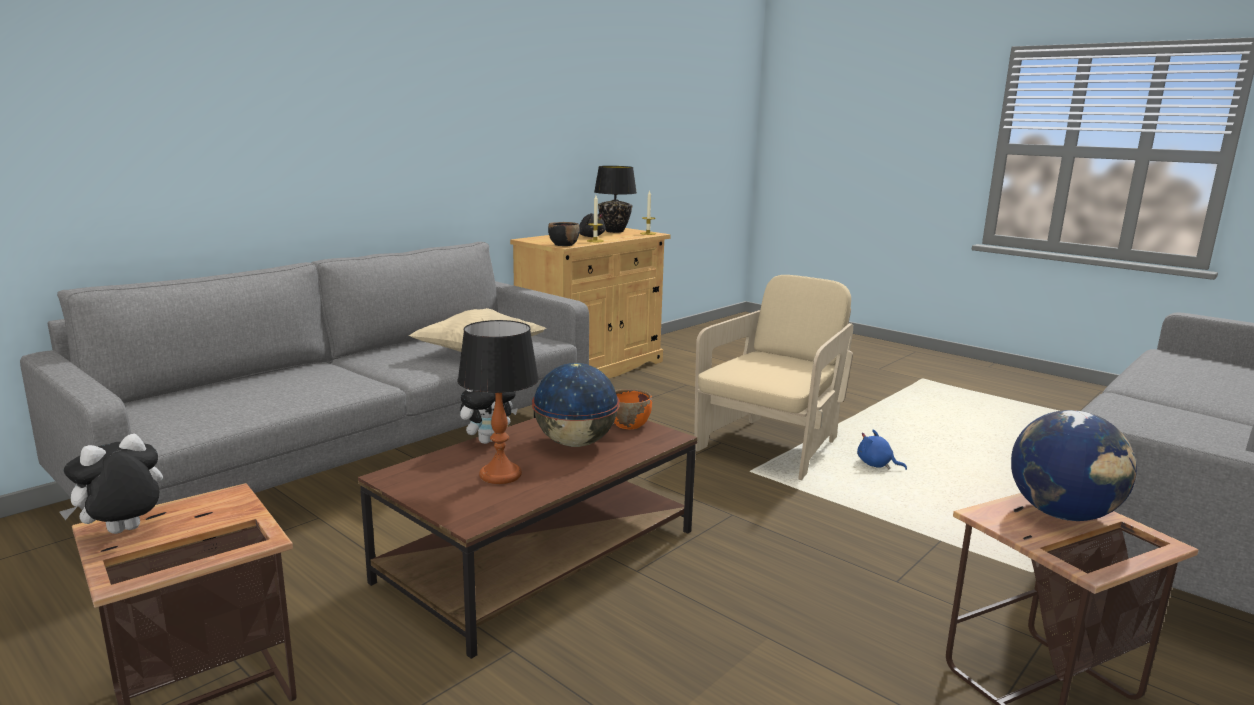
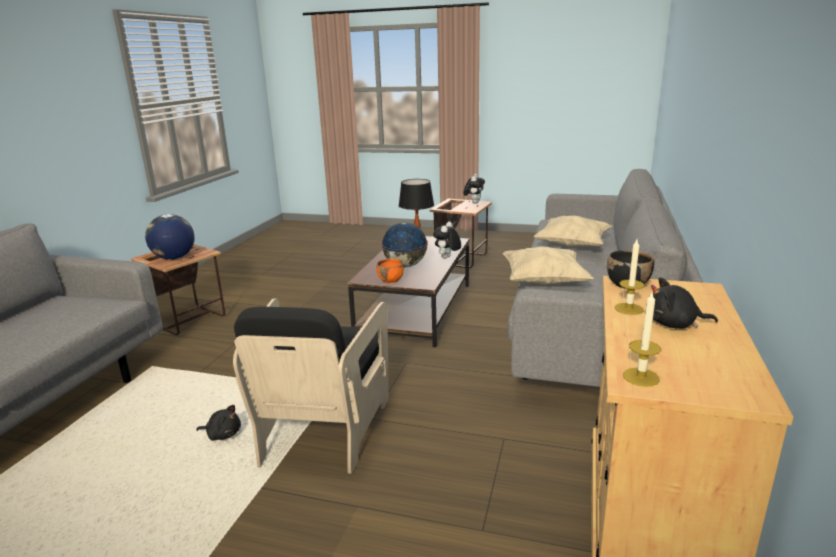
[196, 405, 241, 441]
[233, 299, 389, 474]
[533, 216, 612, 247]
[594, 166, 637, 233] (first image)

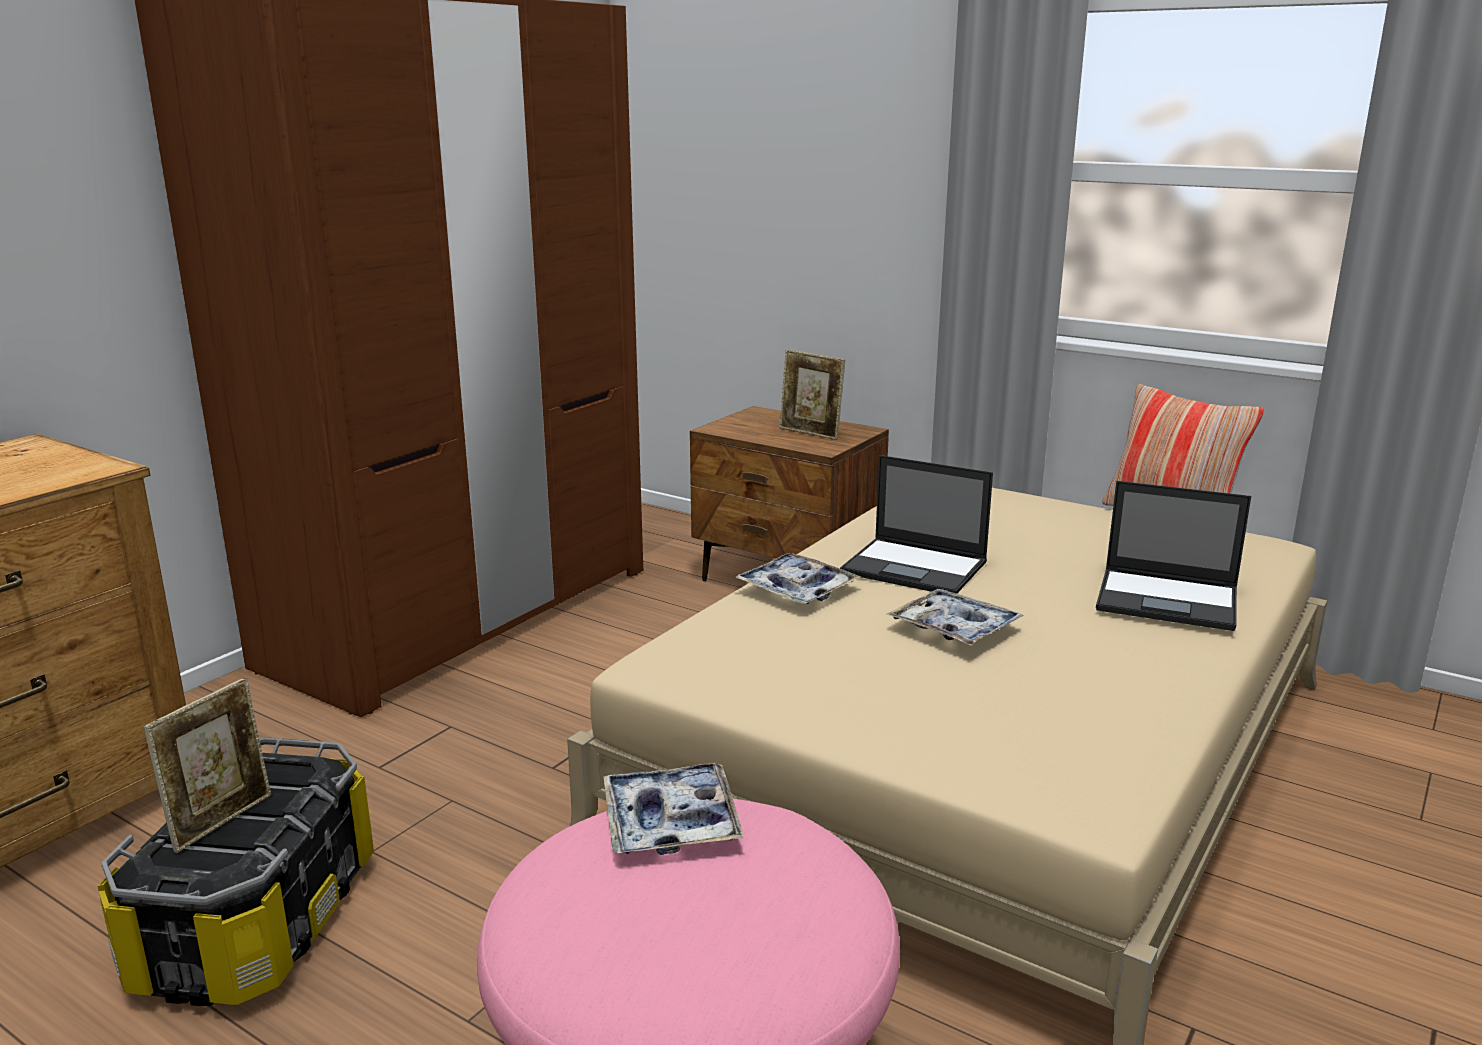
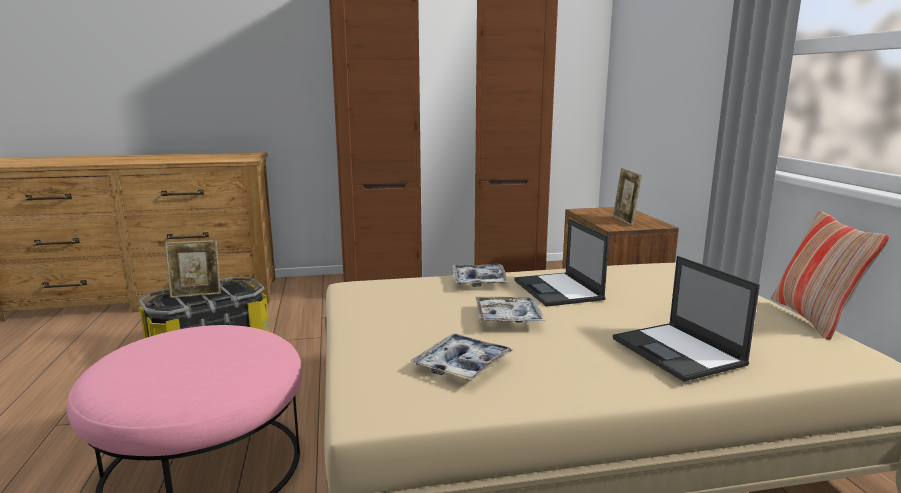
[410, 333, 513, 381]

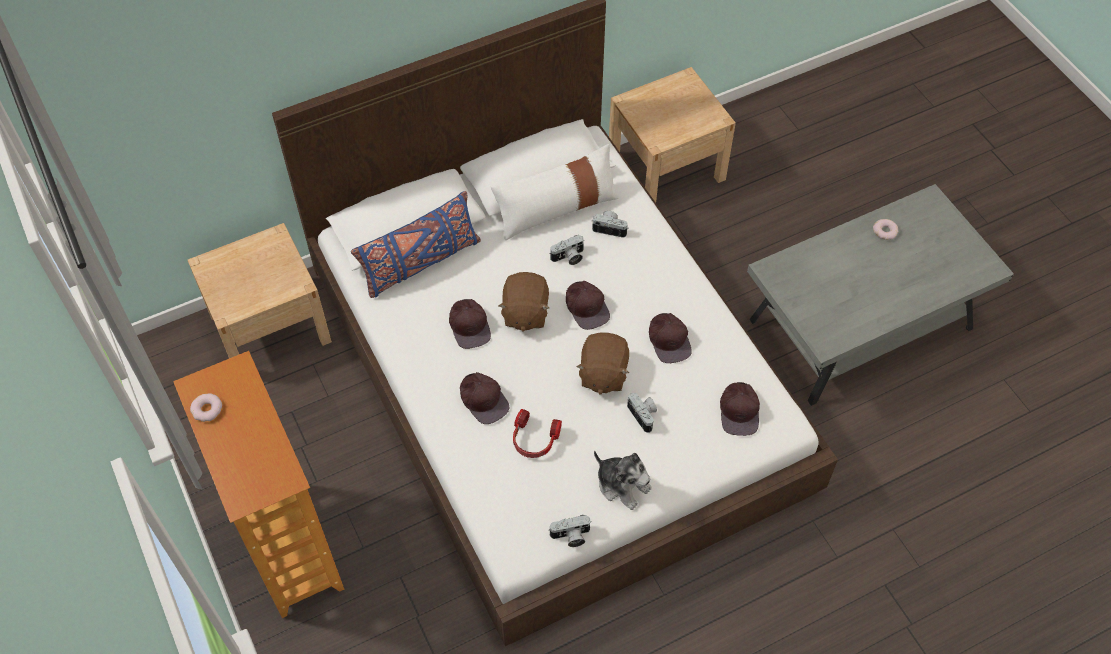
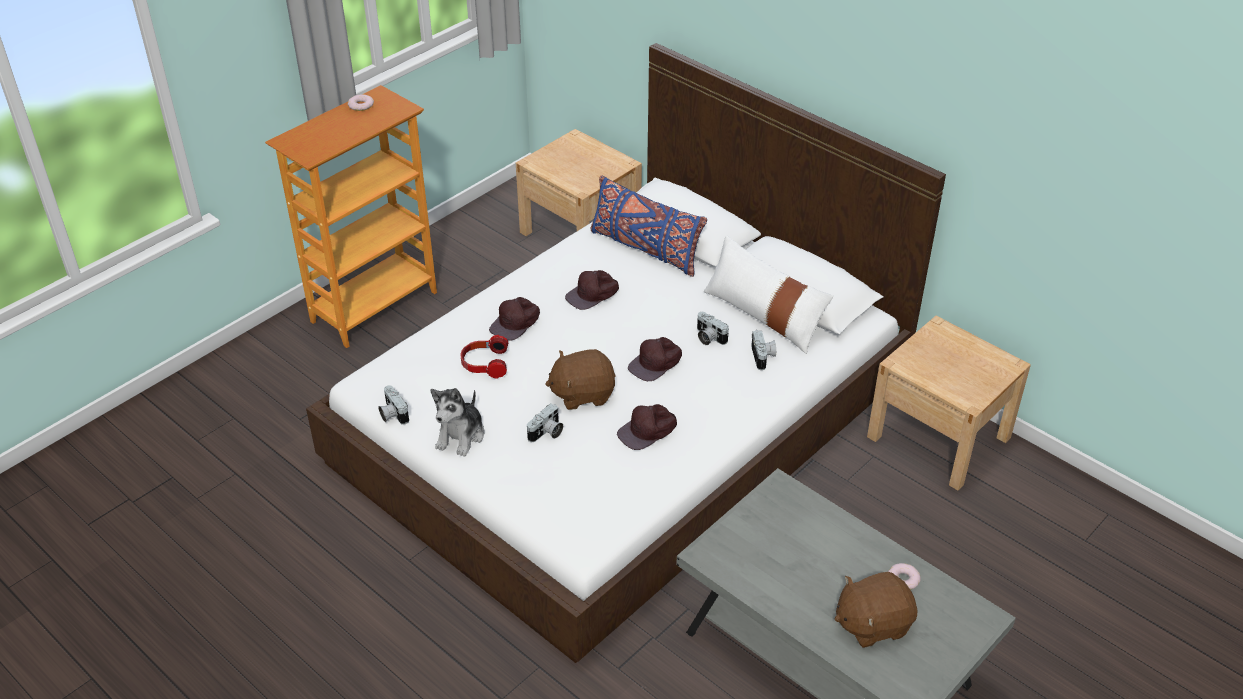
[835, 572, 917, 648]
[720, 382, 760, 436] (first image)

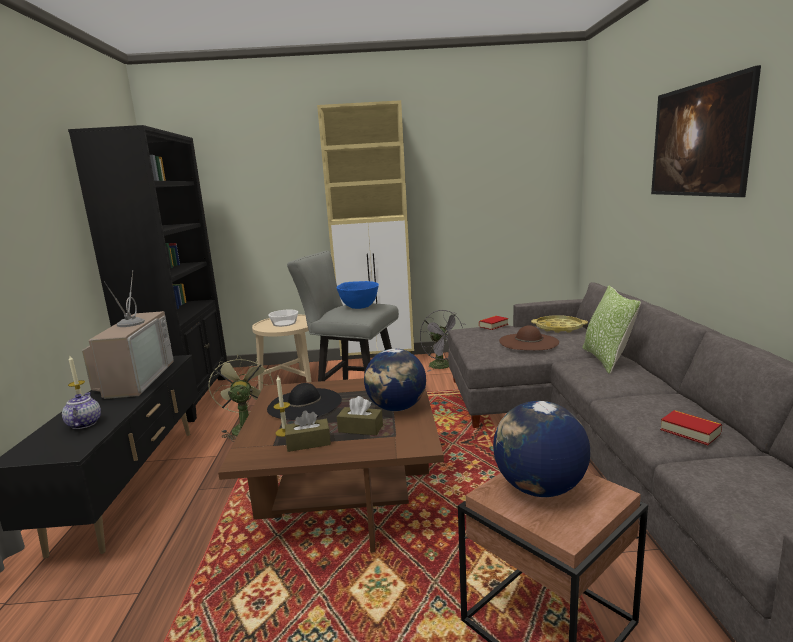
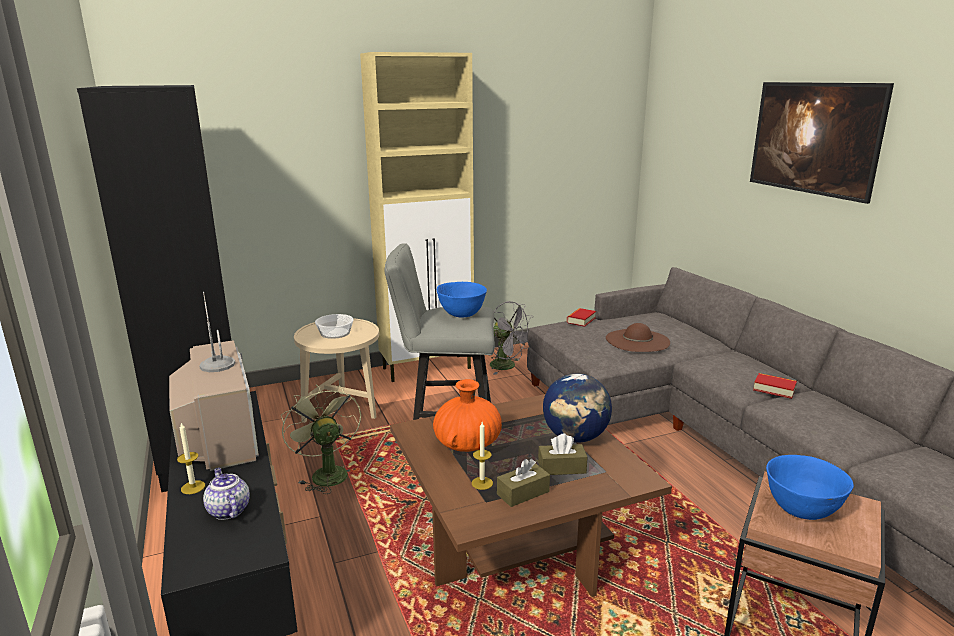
[433, 379, 502, 452]
[753, 373, 797, 399]
[766, 455, 854, 520]
[531, 315, 588, 333] (first image)
[582, 285, 641, 374] (first image)

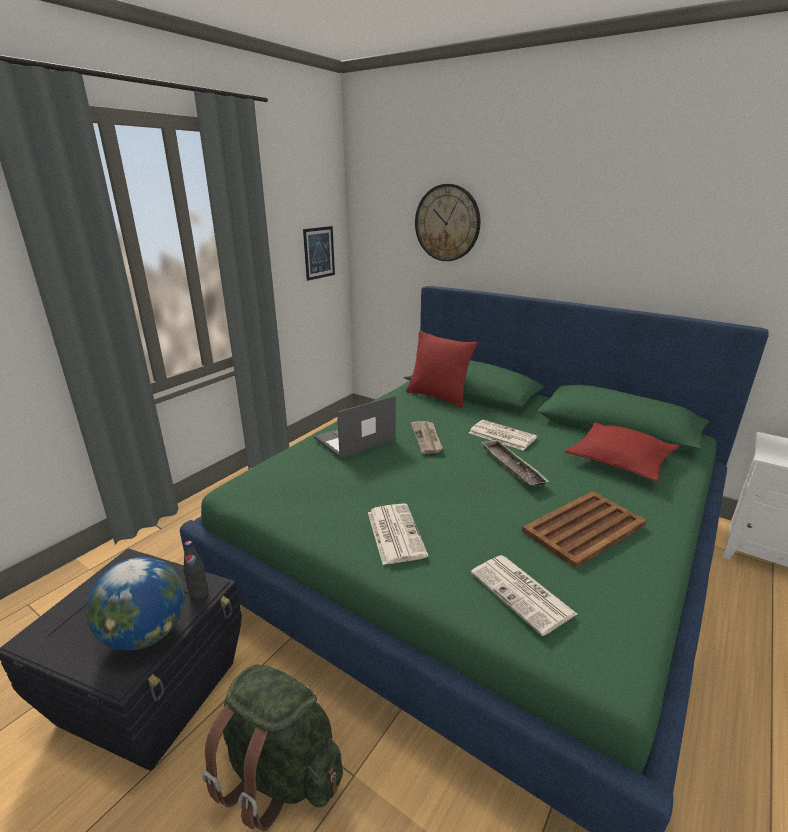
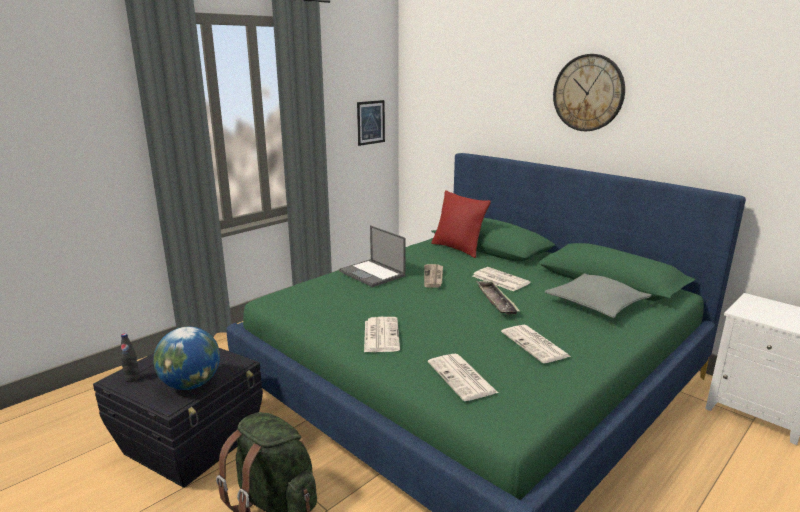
[120, 333, 140, 382]
[339, 225, 406, 287]
[501, 325, 571, 363]
[545, 273, 652, 318]
[553, 54, 625, 131]

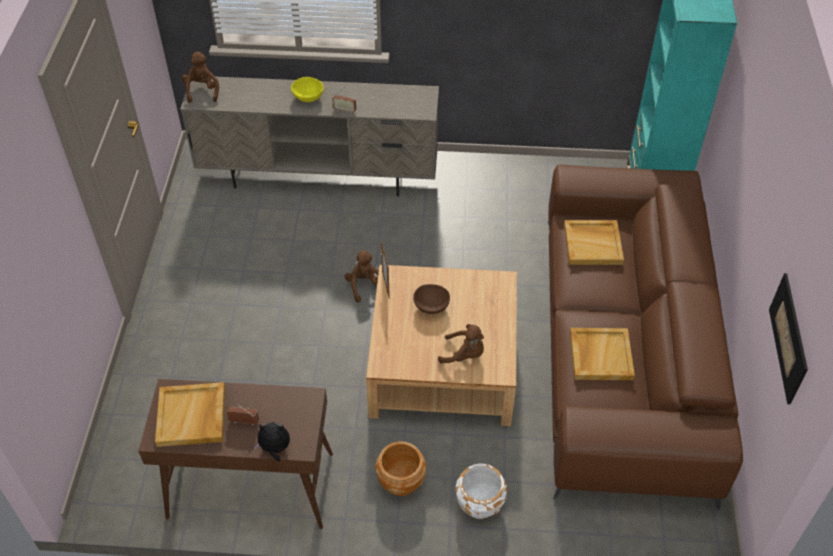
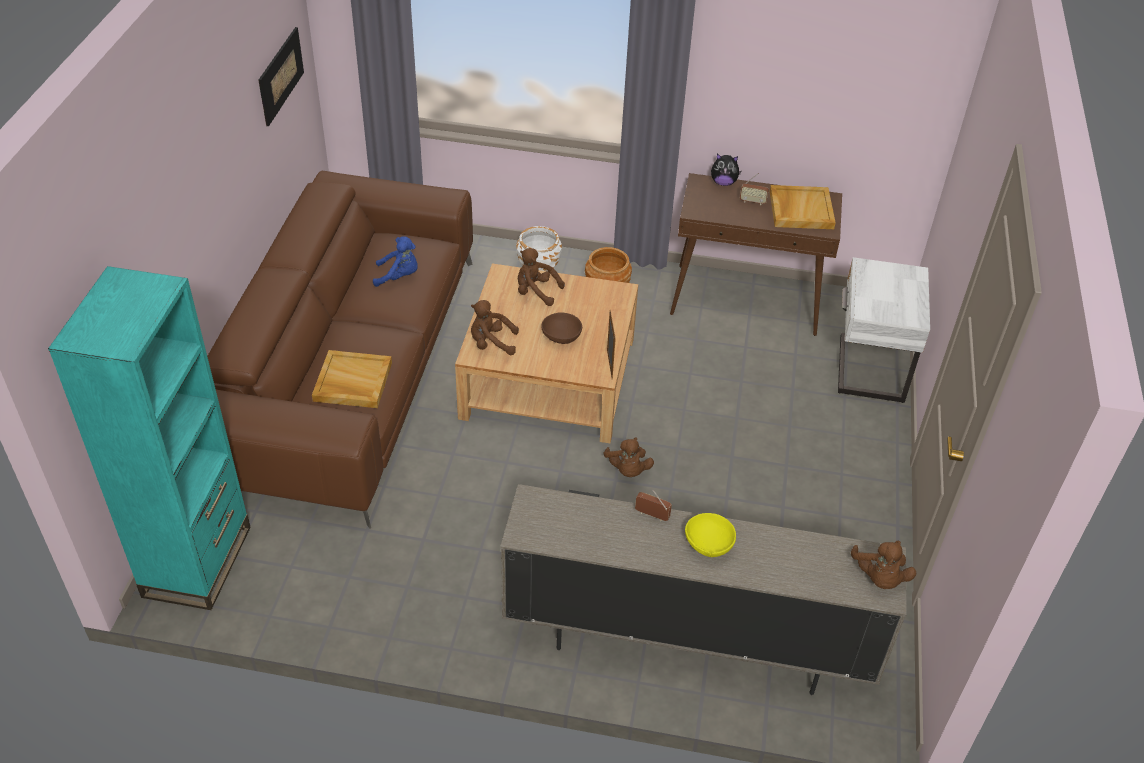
[373, 236, 418, 287]
[471, 300, 519, 355]
[838, 257, 930, 403]

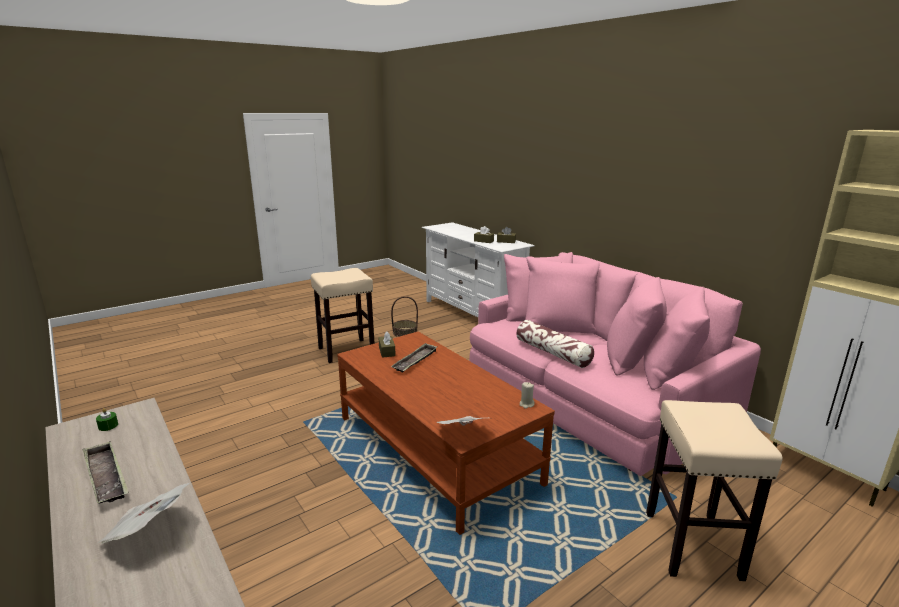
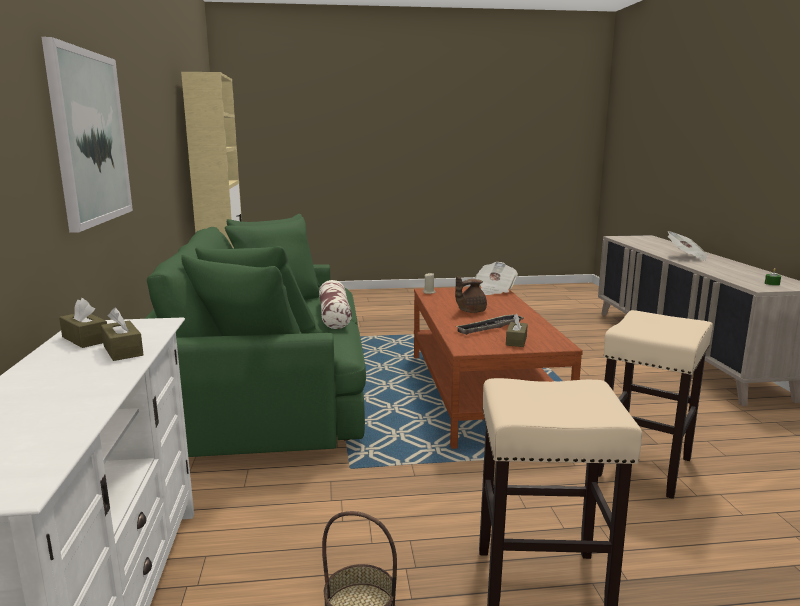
[42, 37, 133, 233]
[144, 214, 366, 457]
[455, 276, 487, 313]
[598, 310, 713, 499]
[83, 441, 129, 503] (first image)

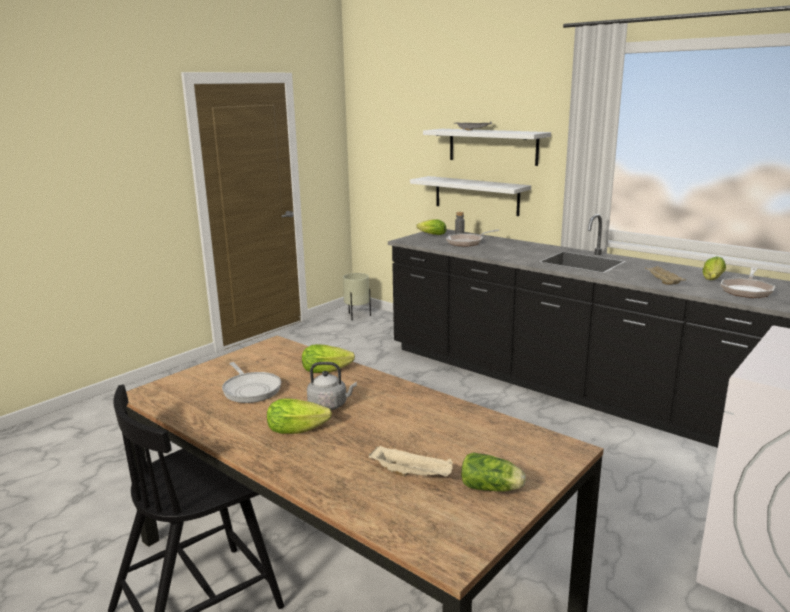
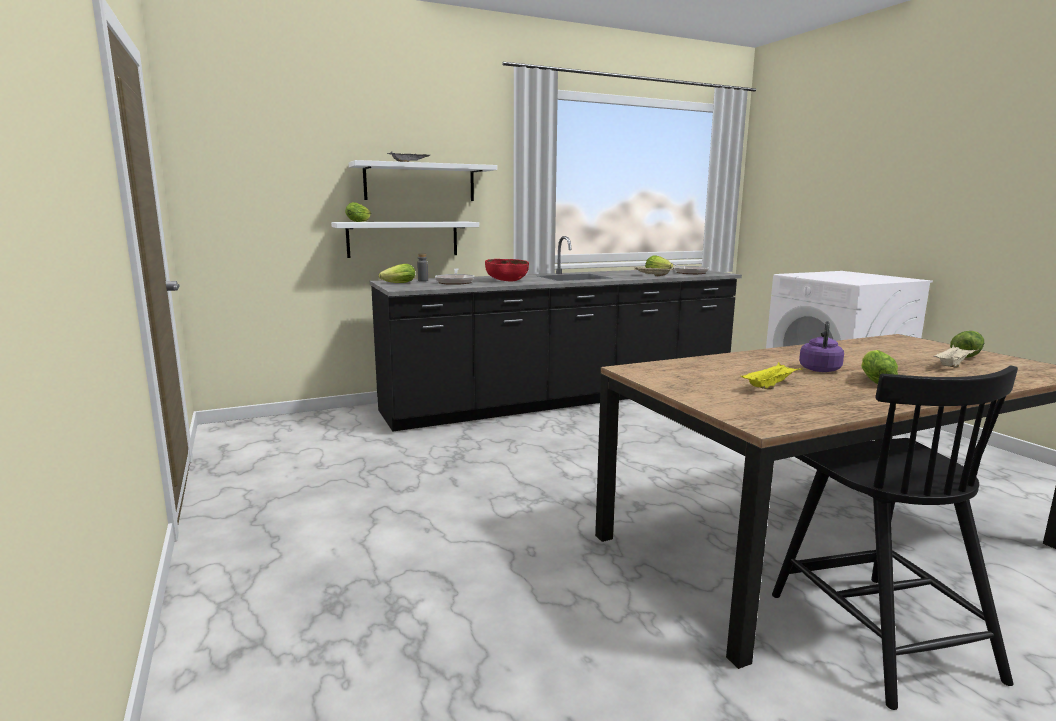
[345, 202, 371, 222]
[485, 259, 529, 281]
[741, 362, 800, 389]
[799, 321, 844, 372]
[343, 273, 371, 320] (first image)

